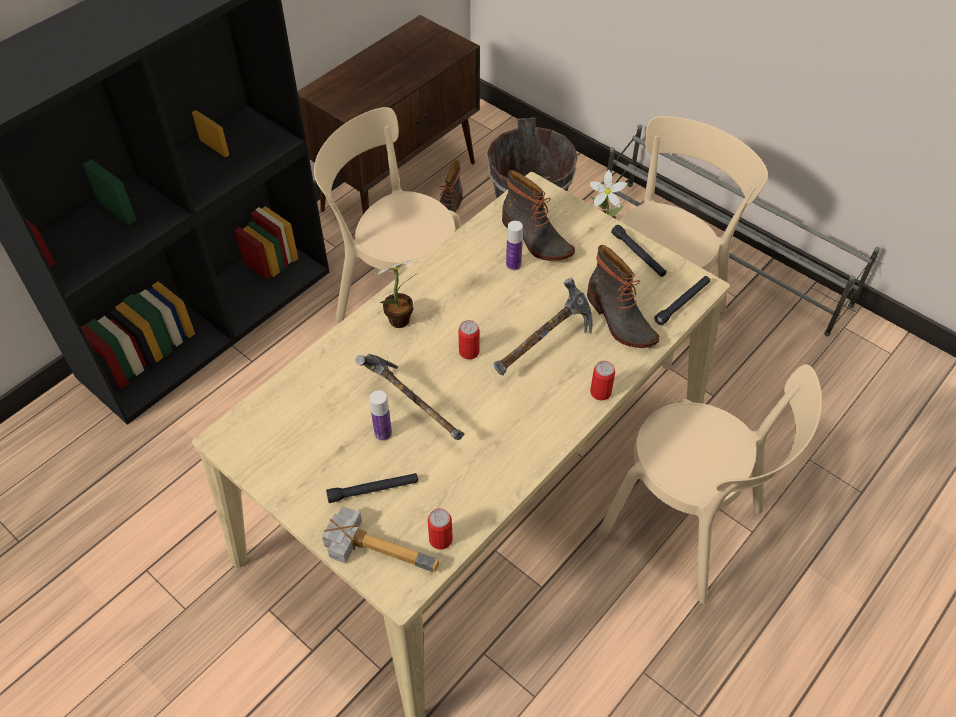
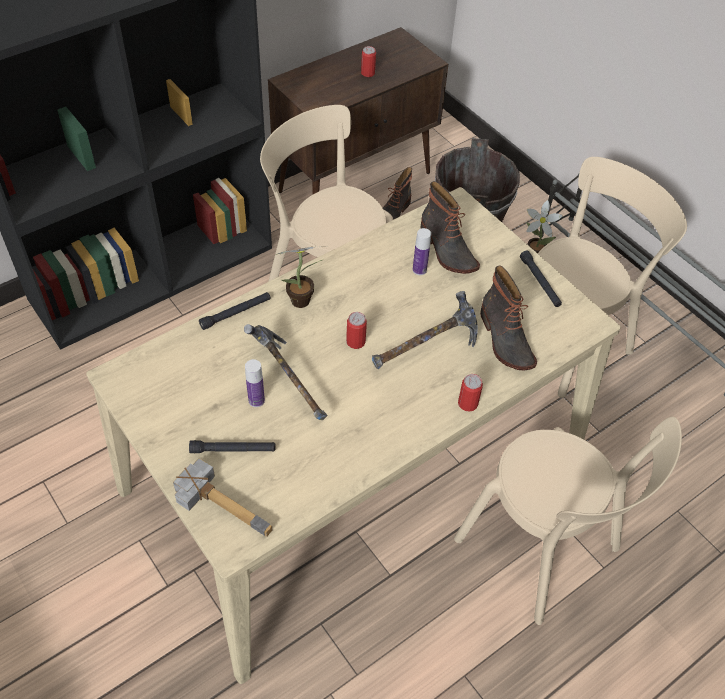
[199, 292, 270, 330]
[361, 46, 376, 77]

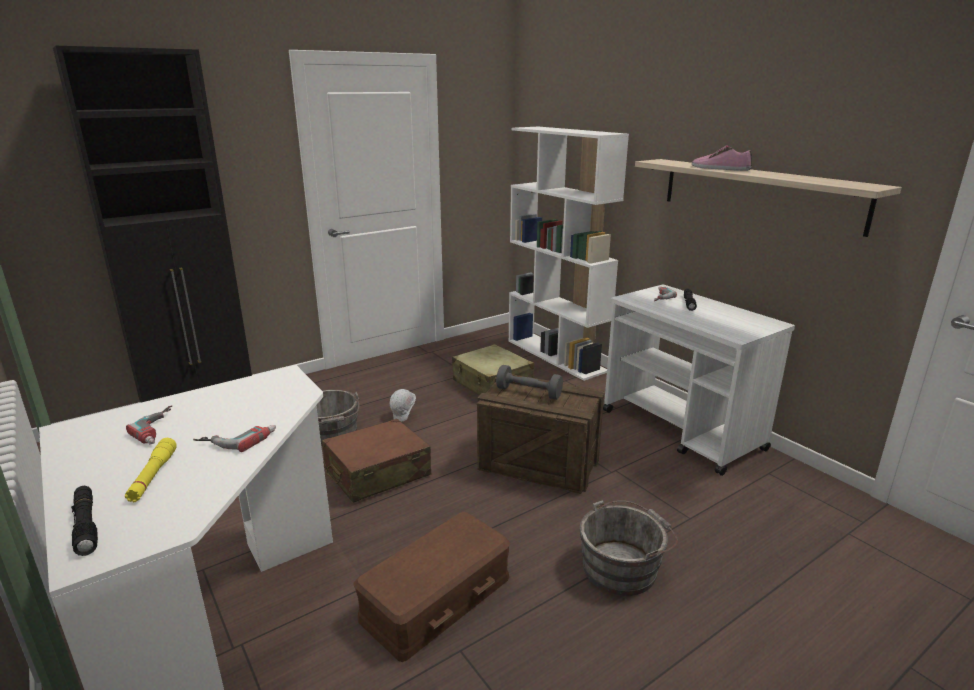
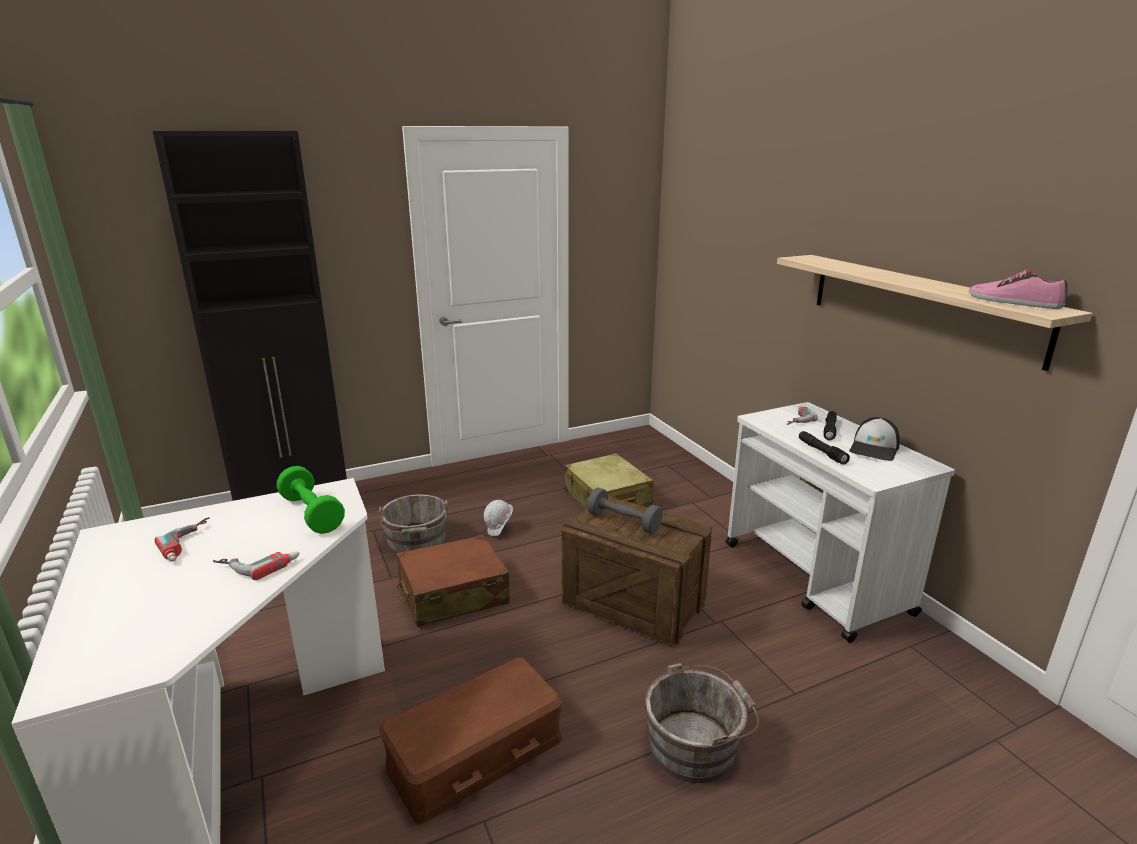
[277, 466, 345, 534]
[799, 431, 850, 464]
[849, 417, 900, 461]
[969, 270, 1067, 309]
[125, 438, 177, 502] (first image)
[509, 127, 629, 381] (first image)

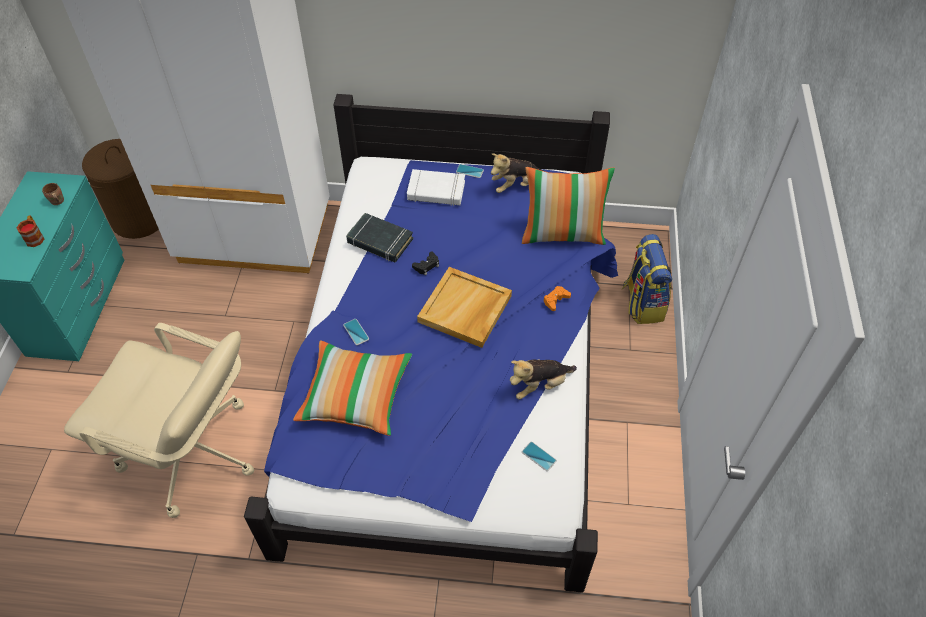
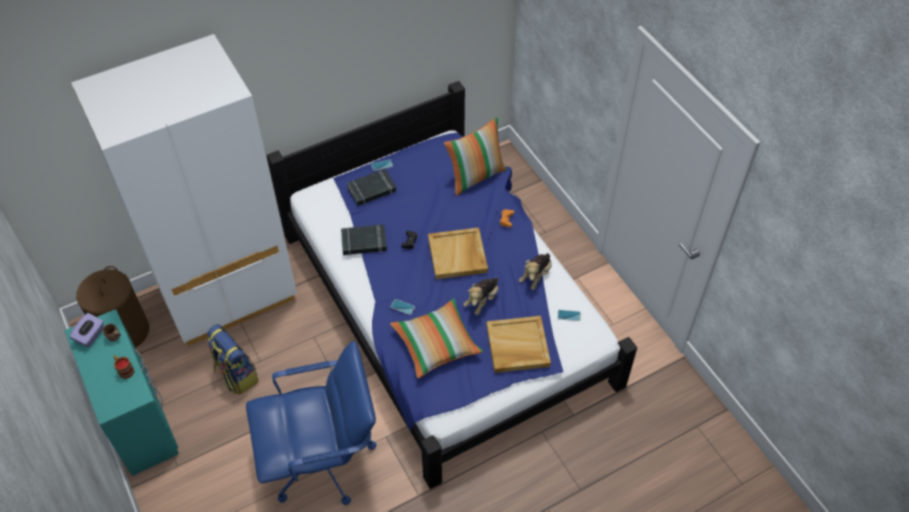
[69, 313, 104, 347]
[206, 324, 259, 395]
[246, 341, 376, 505]
[347, 169, 396, 206]
[463, 277, 498, 315]
[486, 316, 551, 373]

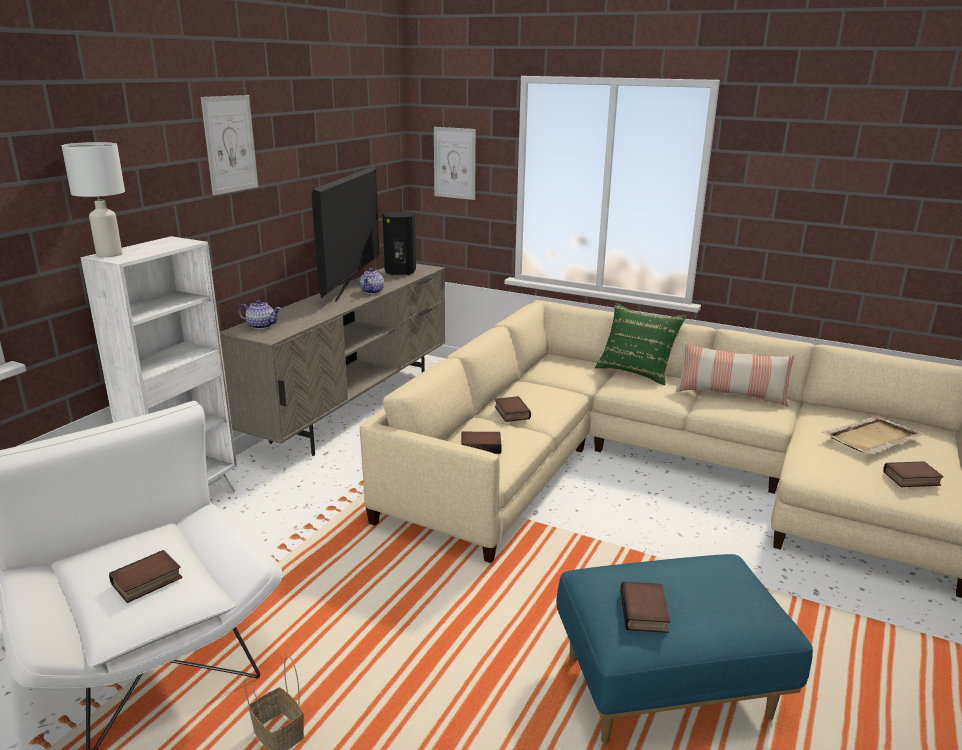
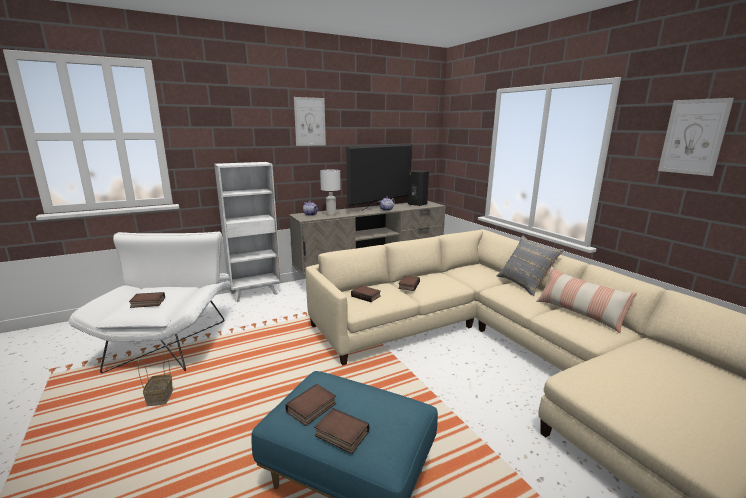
[314, 408, 369, 454]
[320, 170, 341, 215]
[497, 236, 564, 296]
[658, 98, 734, 176]
[821, 416, 925, 455] (first image)

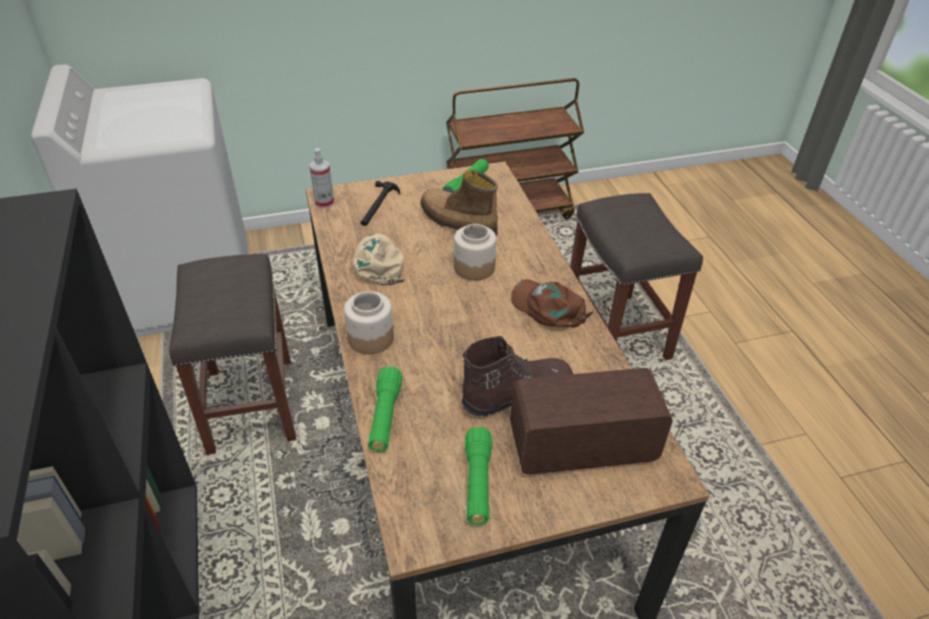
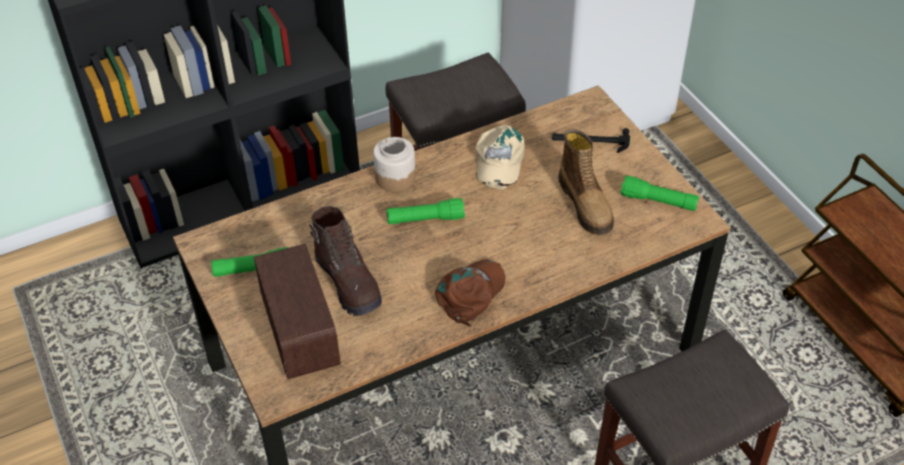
[387, 198, 465, 224]
[476, 125, 525, 189]
[558, 129, 614, 235]
[309, 148, 334, 209] (first image)
[454, 224, 497, 281] (first image)

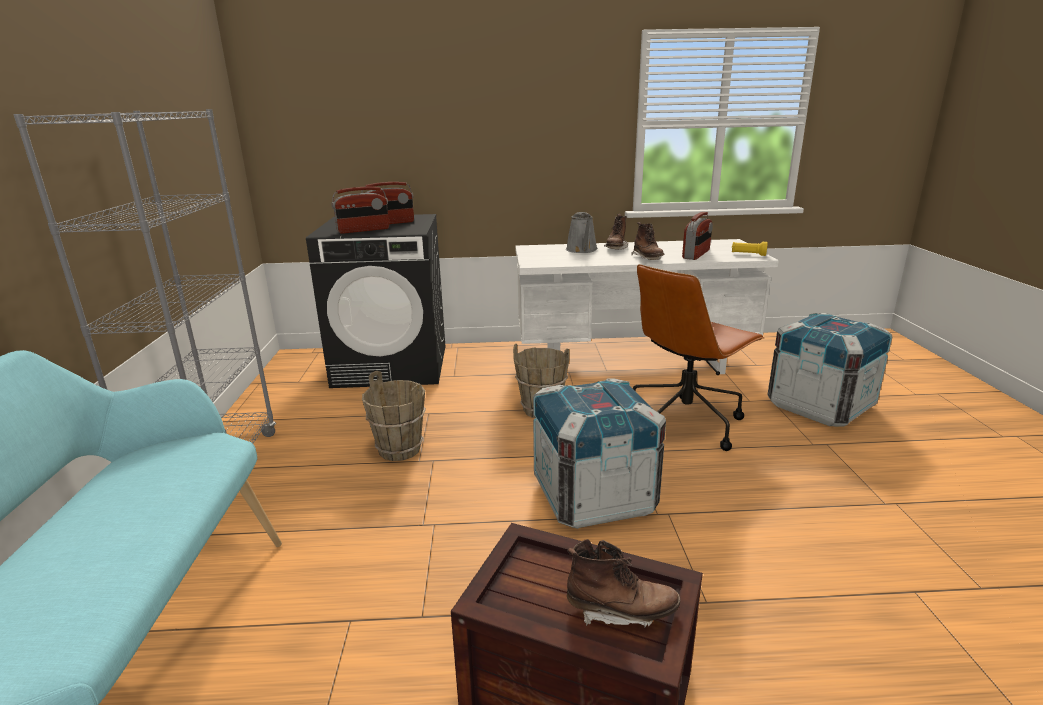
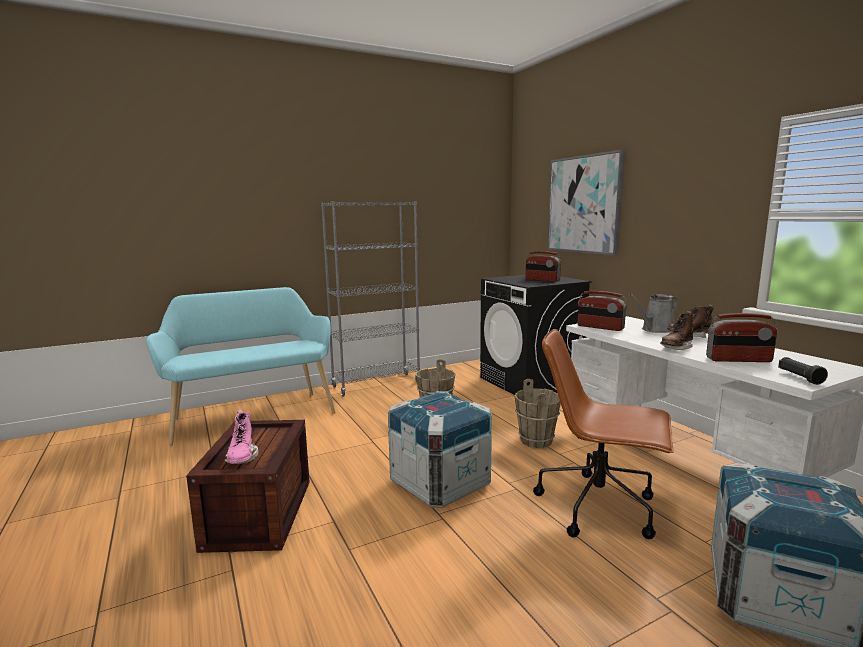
[225, 410, 258, 464]
[548, 150, 625, 255]
[578, 291, 627, 331]
[778, 357, 828, 385]

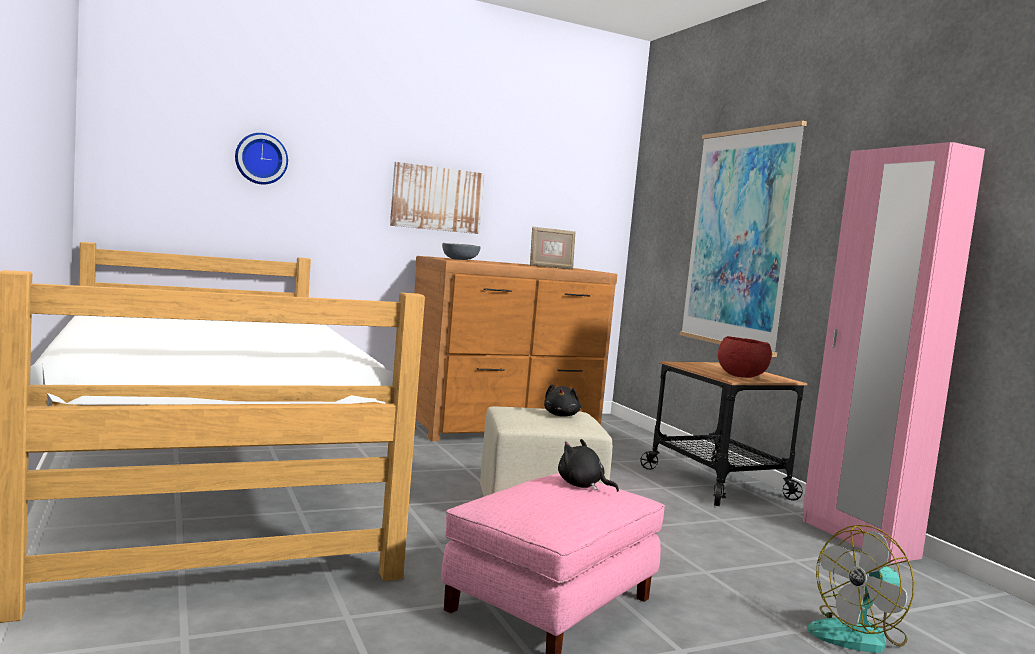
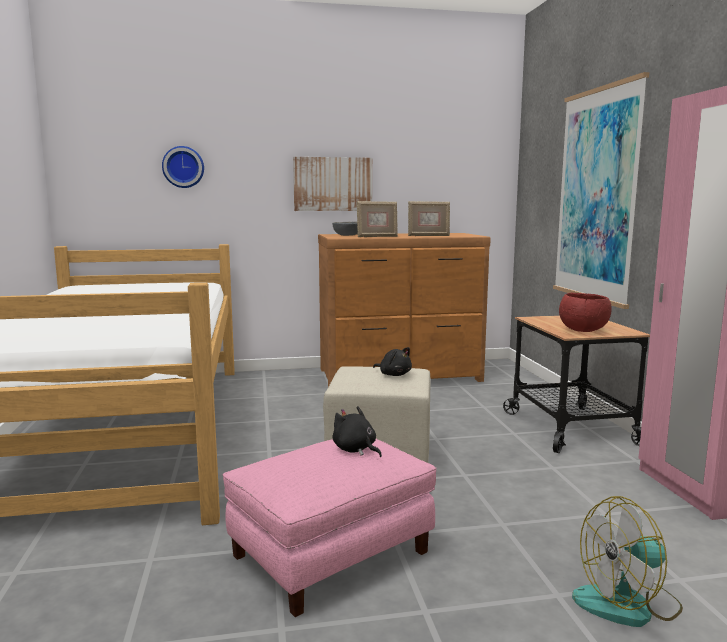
[357, 201, 398, 237]
[373, 347, 412, 376]

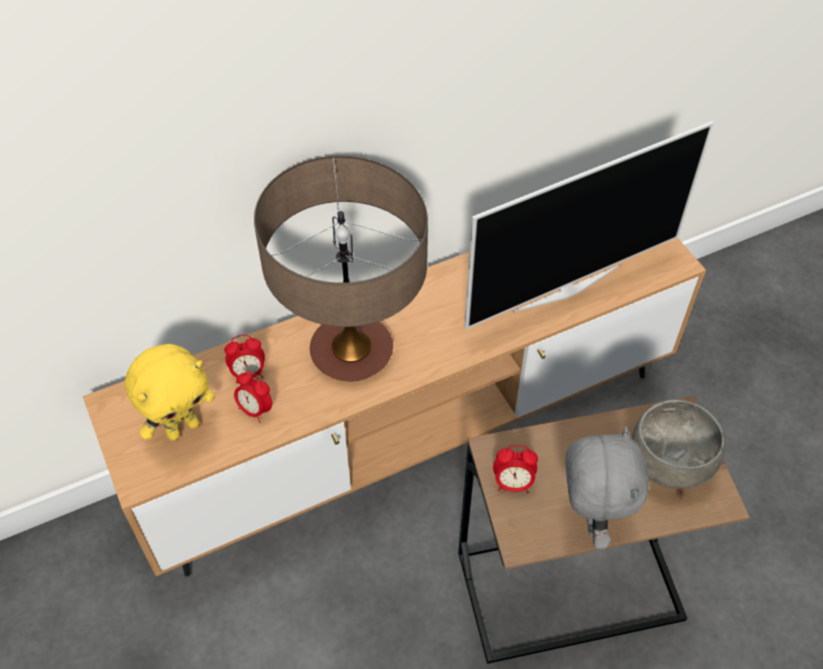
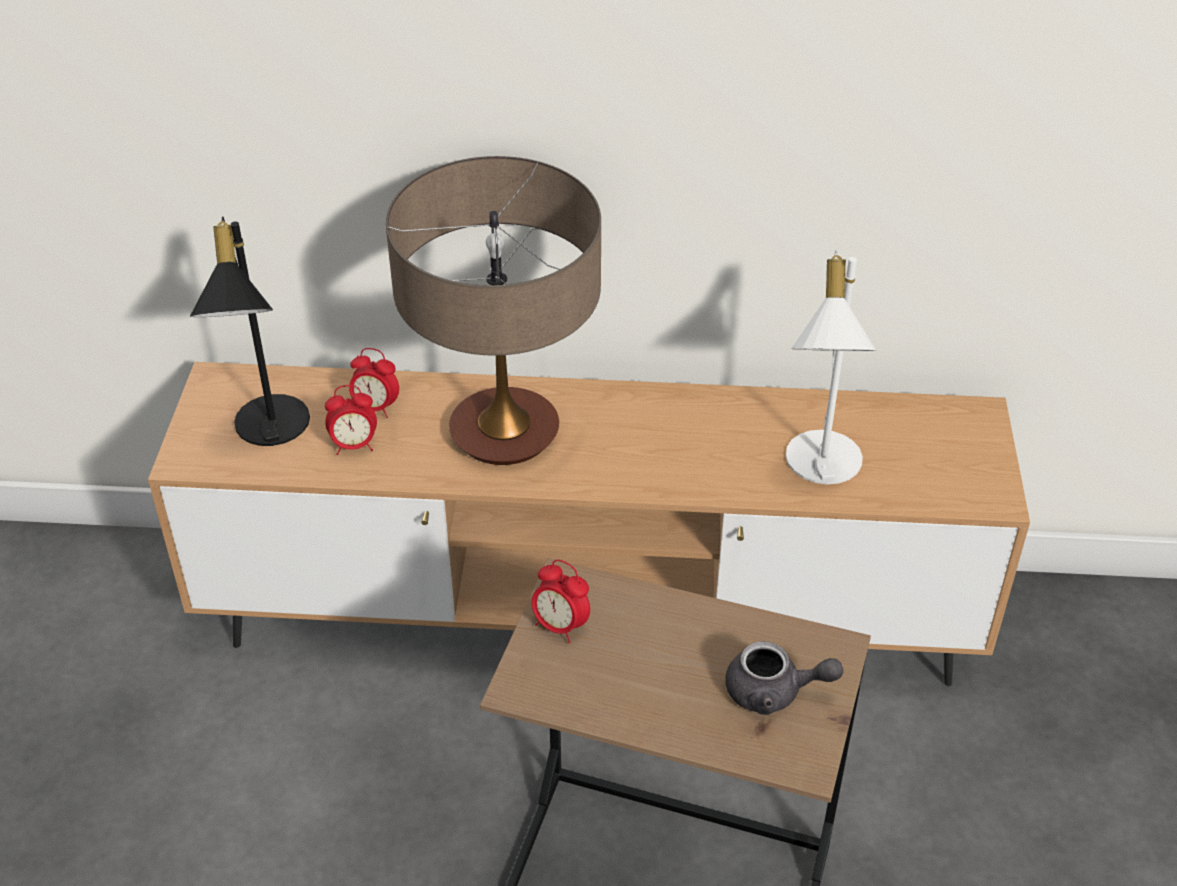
[190, 216, 310, 446]
[325, 385, 377, 455]
[725, 641, 843, 715]
[786, 250, 876, 484]
[566, 426, 649, 549] (first image)

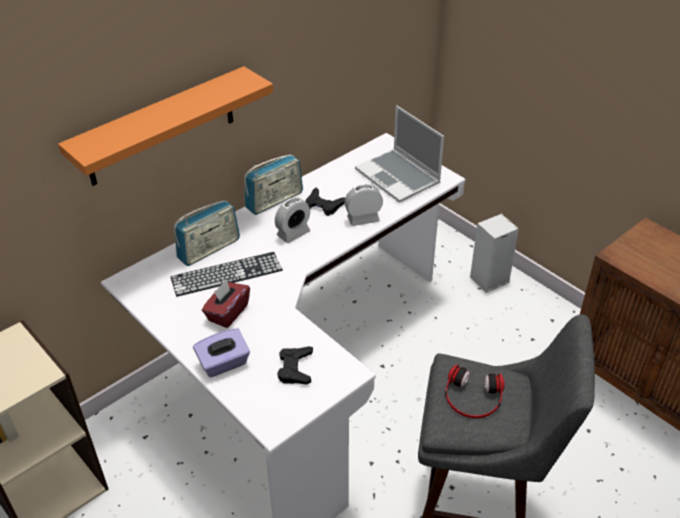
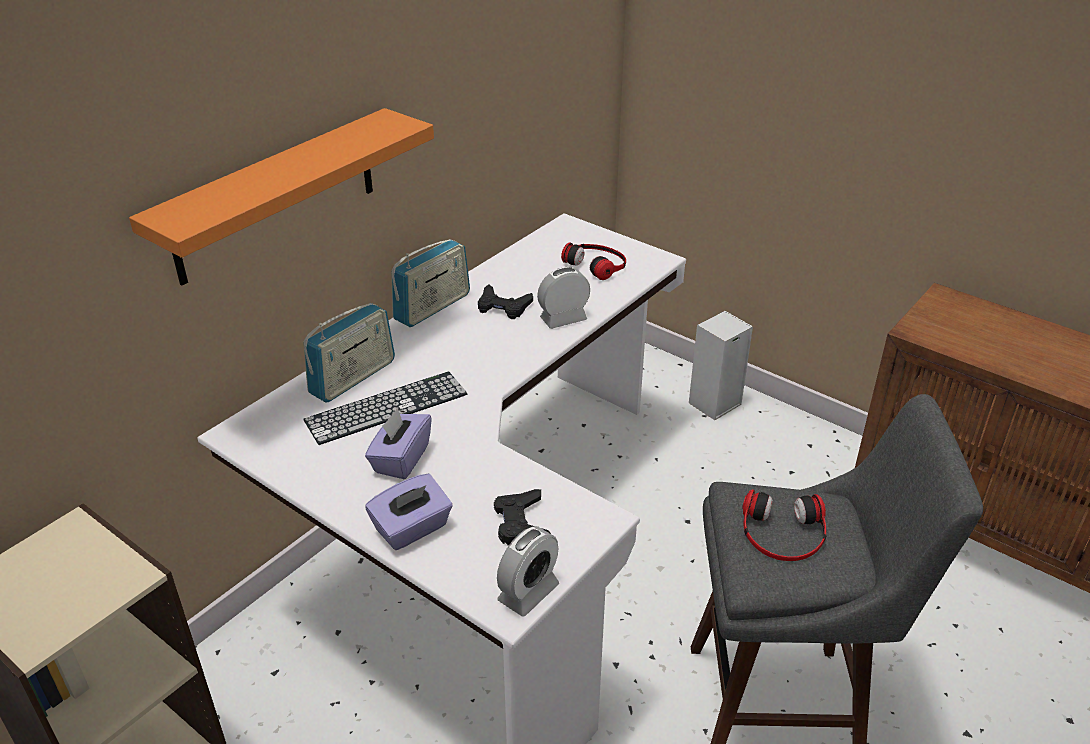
[365, 408, 432, 479]
[497, 526, 559, 617]
[561, 242, 626, 280]

